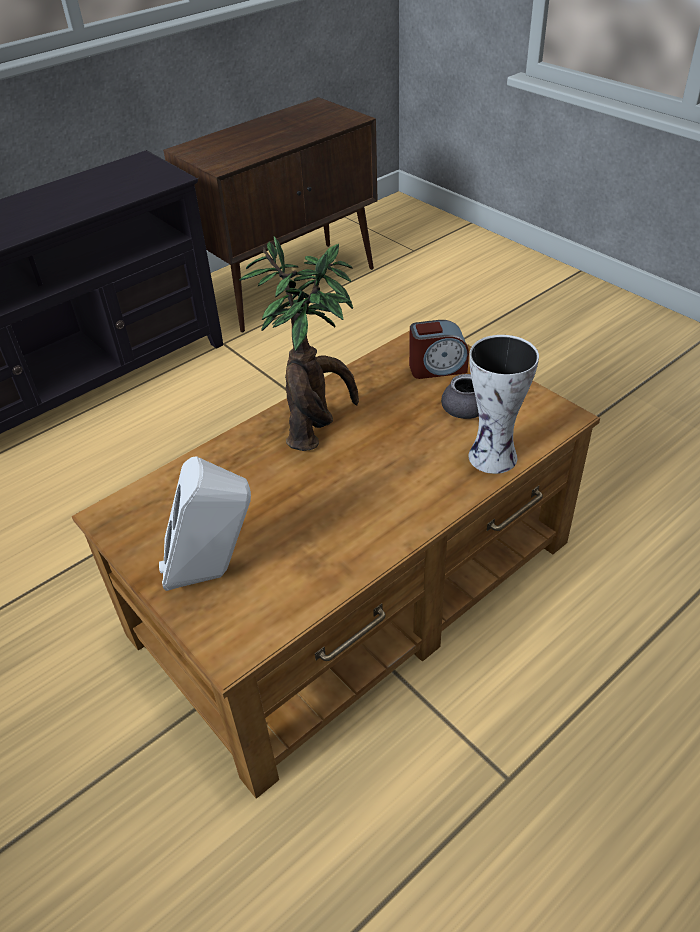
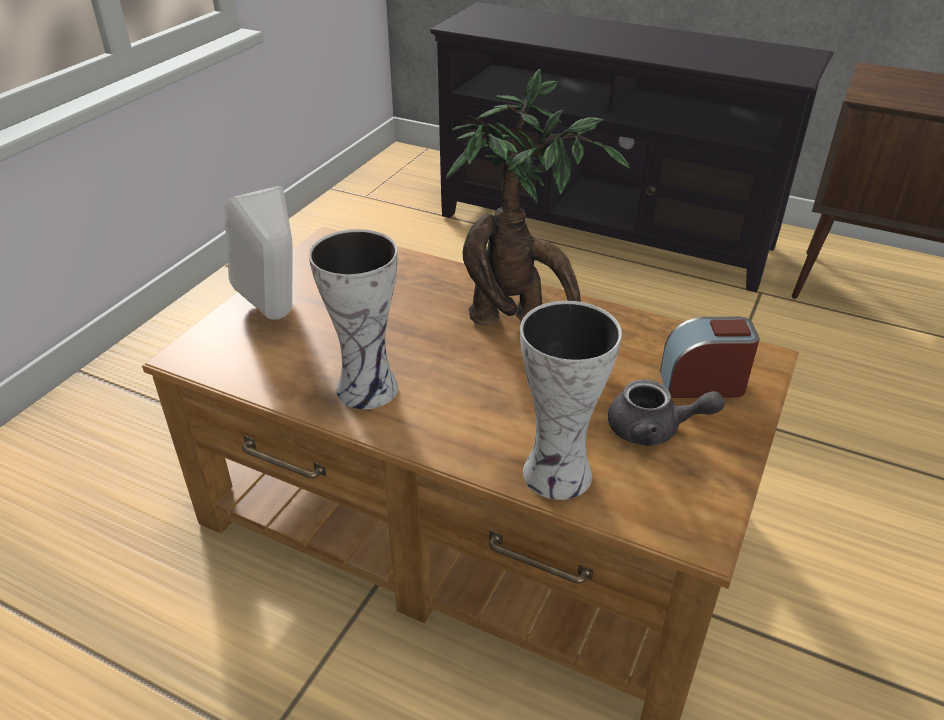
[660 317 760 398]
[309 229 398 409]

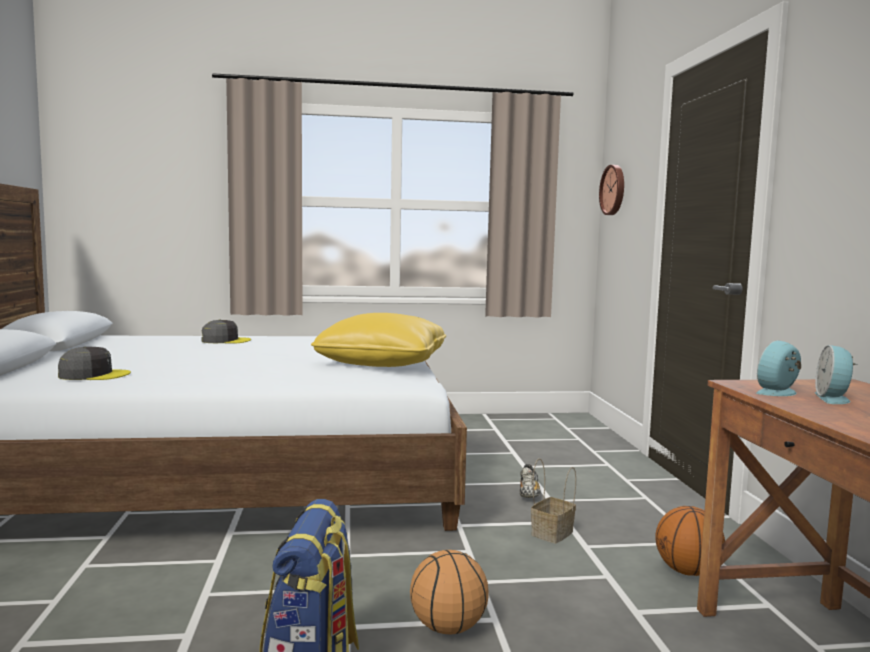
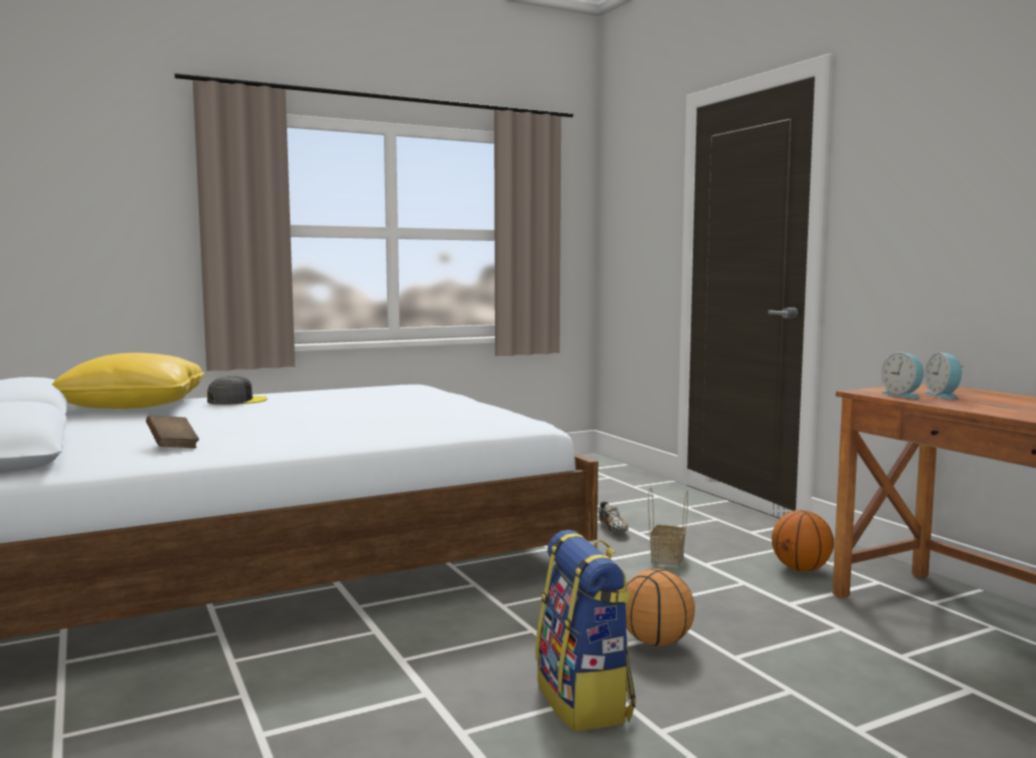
[599 165 624 215] (first image)
[52 353 204 409]
[881 352 924 399]
[146 416 199 448]

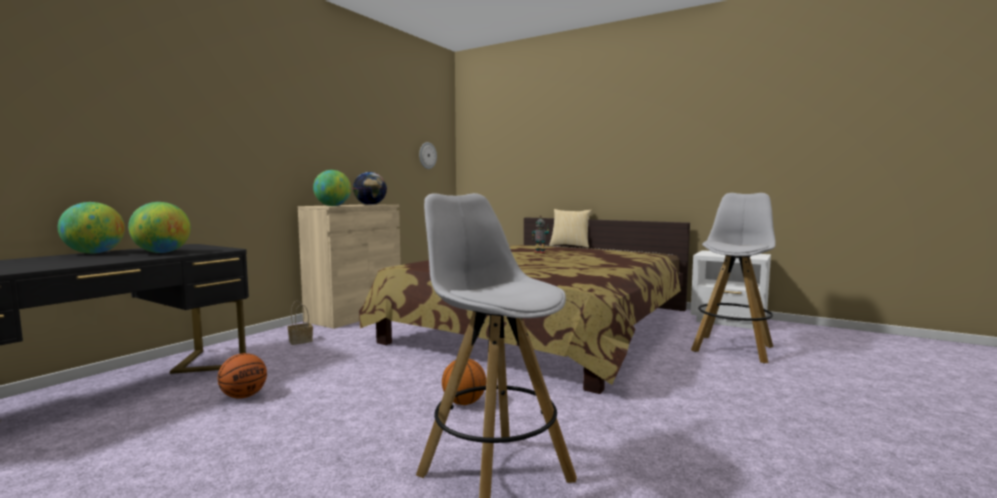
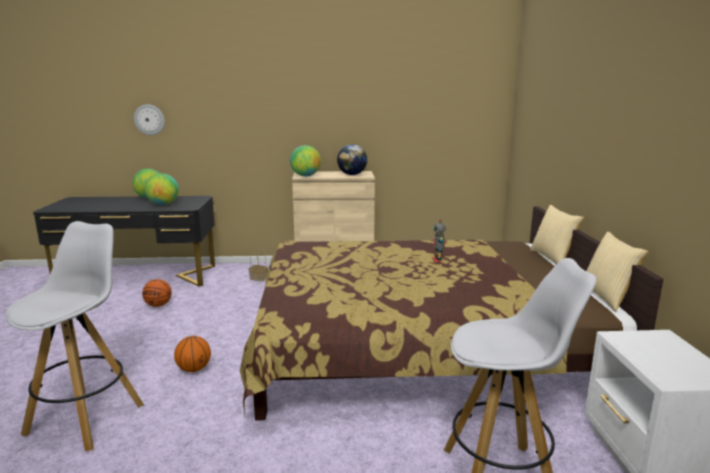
[134 104 165 135]
[587 232 649 311]

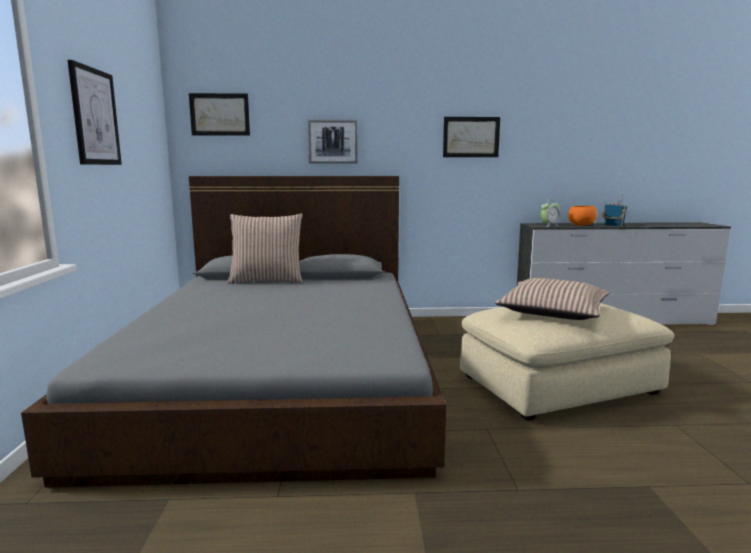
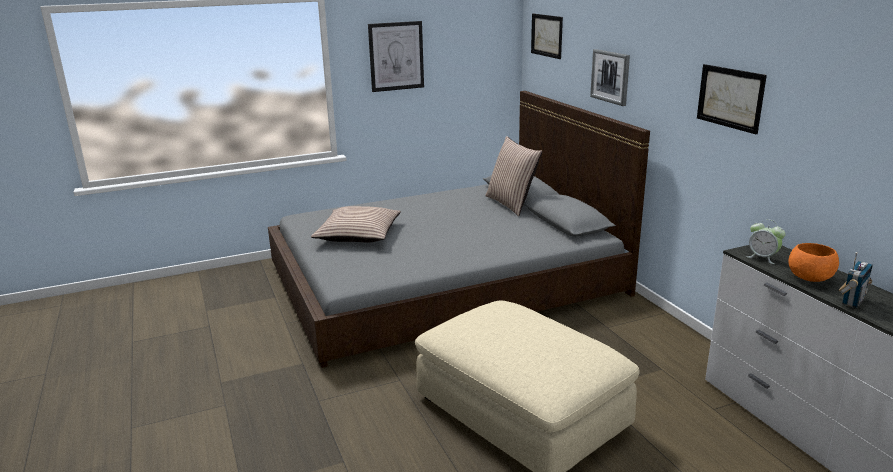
[311 206 401 242]

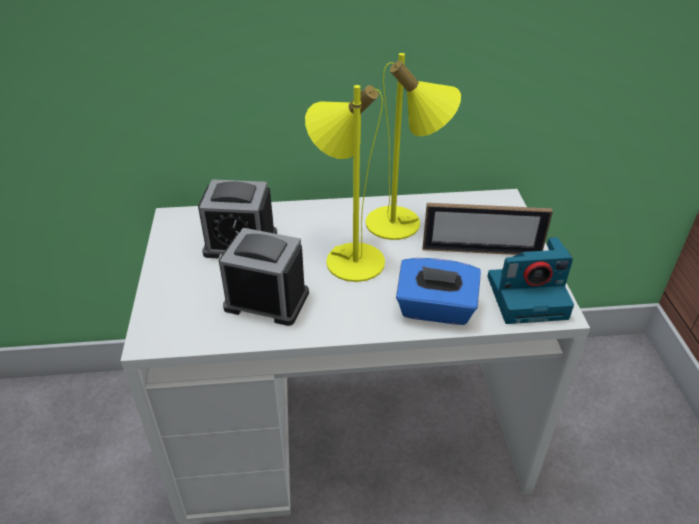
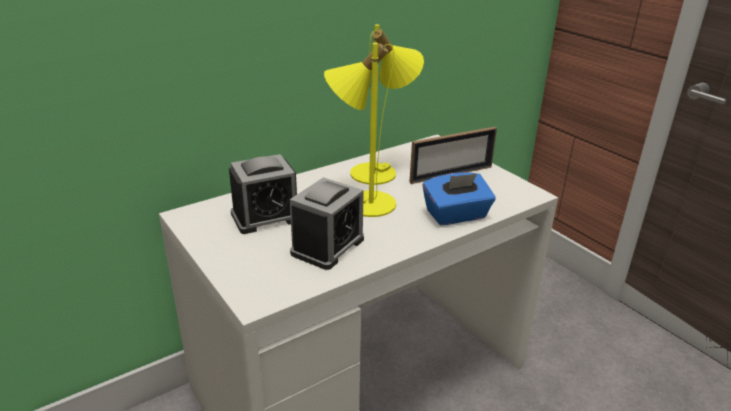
[290 177 364 270]
[488 237 574 324] (first image)

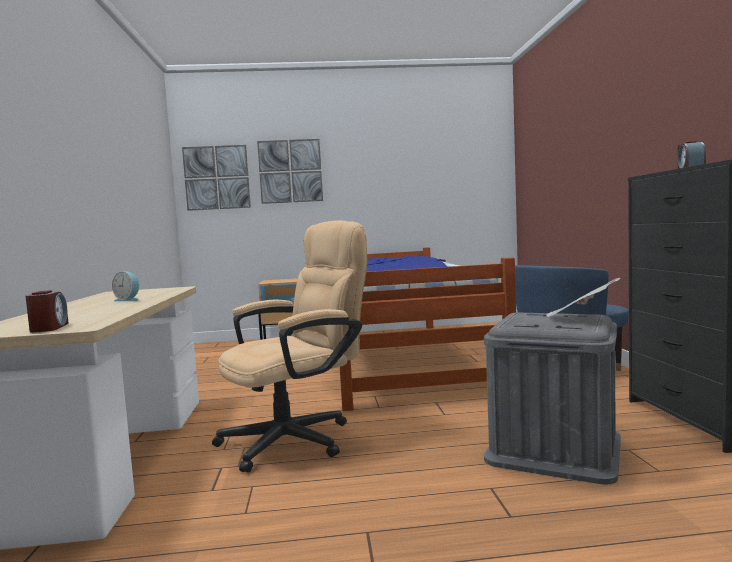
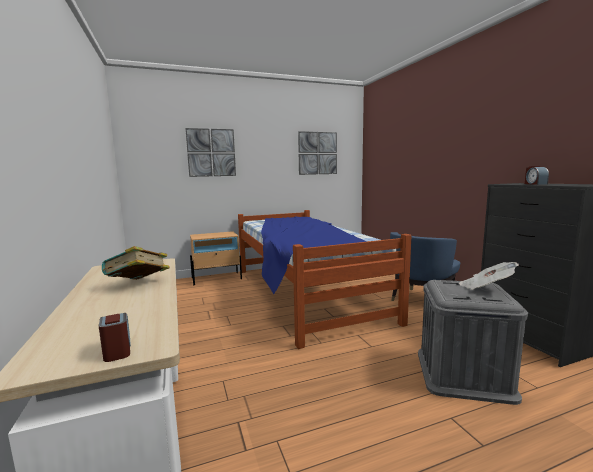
[298 131 337 175]
[212 220 367 473] (first image)
[102 246 170 280]

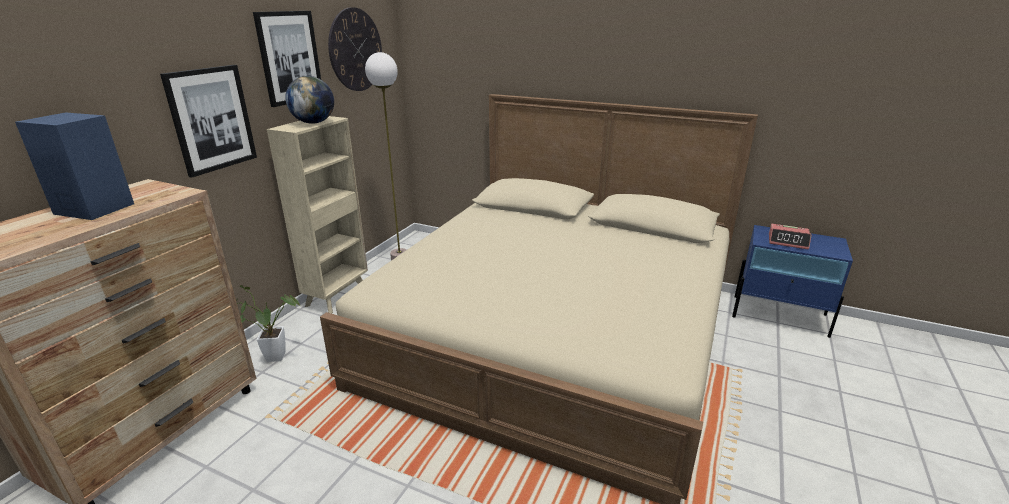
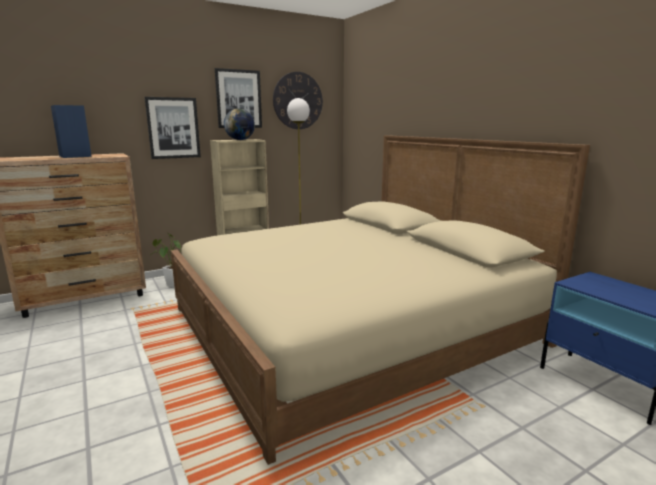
[769 224 812 250] (first image)

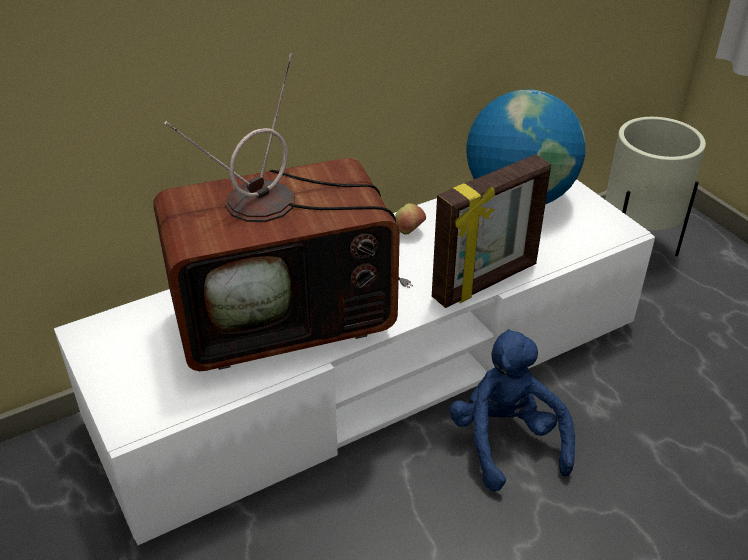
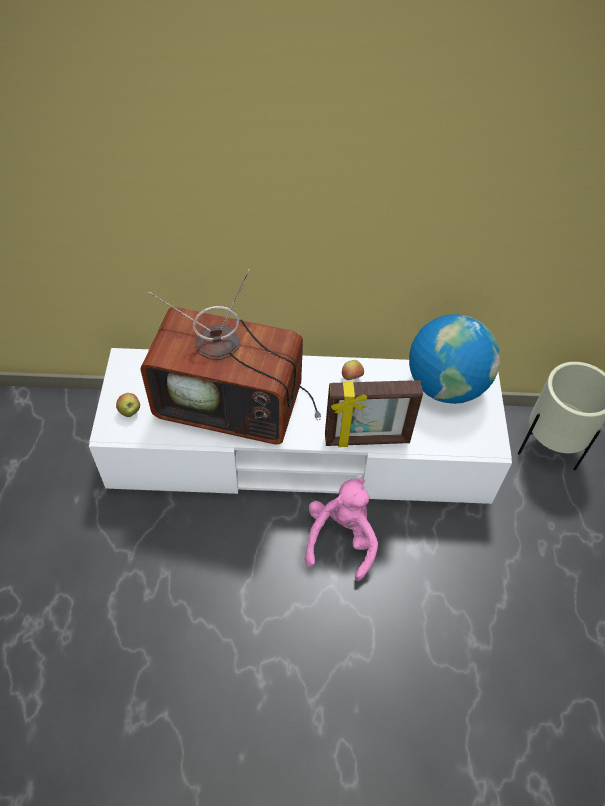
[305 477 378 581]
[116 393 140 417]

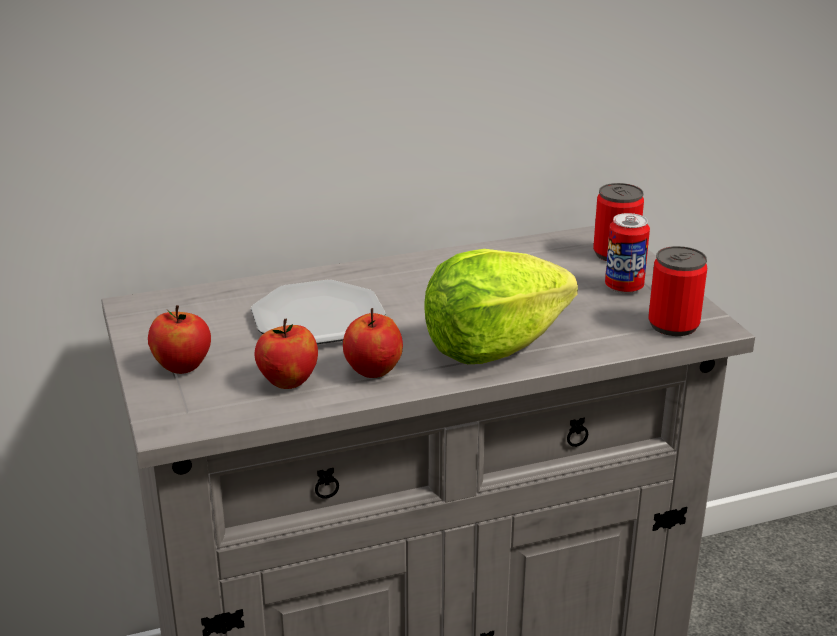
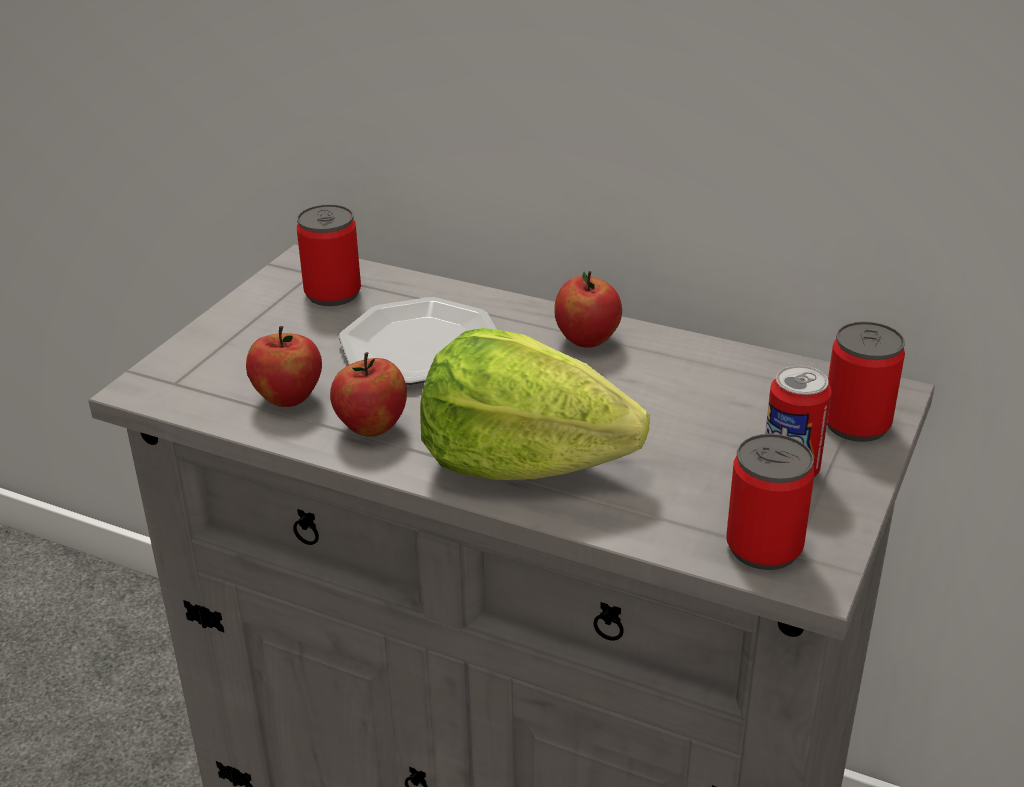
[554 271 622 348]
[297 204 361 306]

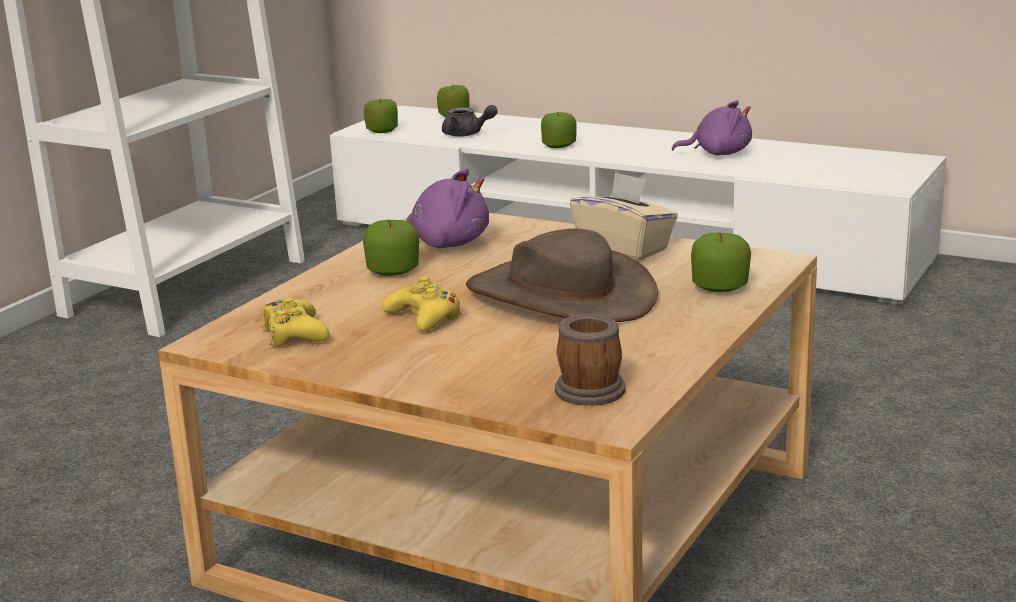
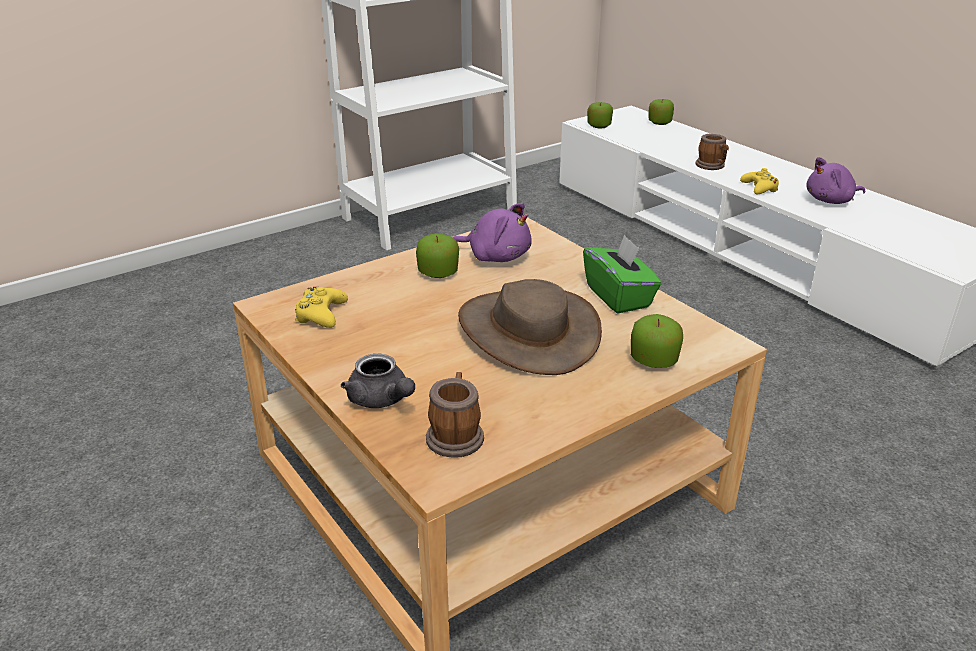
[807 157 865 204]
[341 354 415 408]
[695 134 729 170]
[583 234 662 313]
[740 168 779 194]

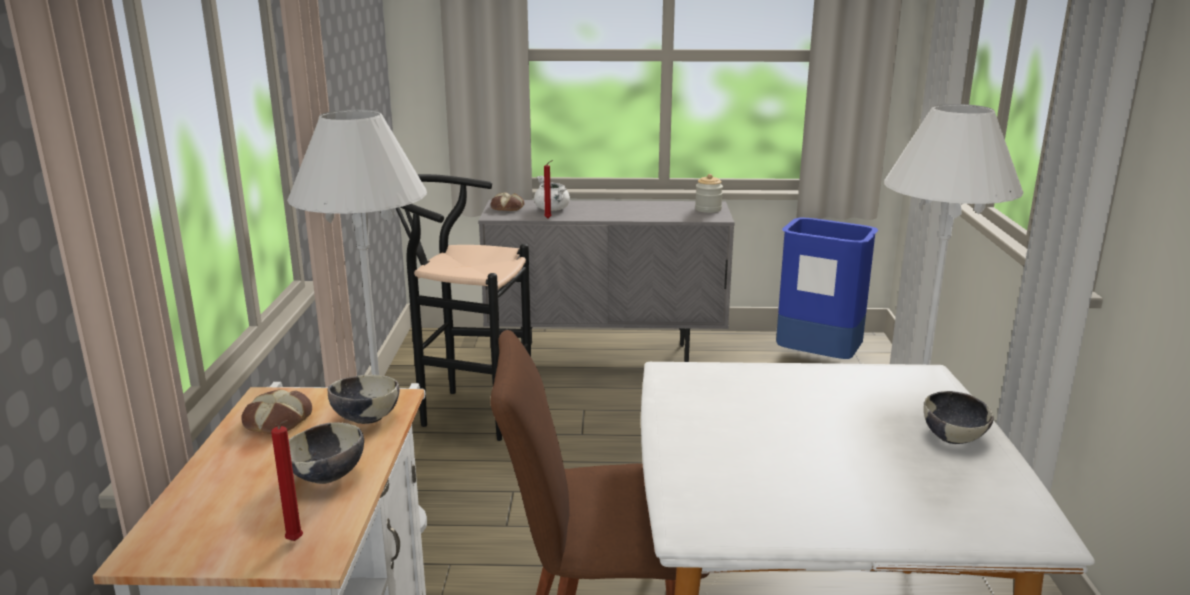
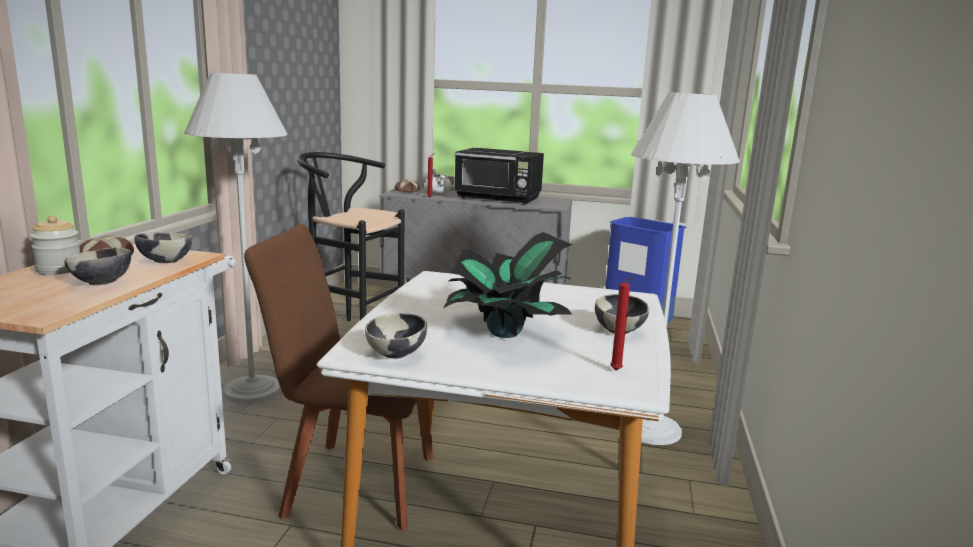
[30 215 80 275]
[610 276 635 370]
[454 148 544 204]
[443 232 573 338]
[365 313 427 359]

